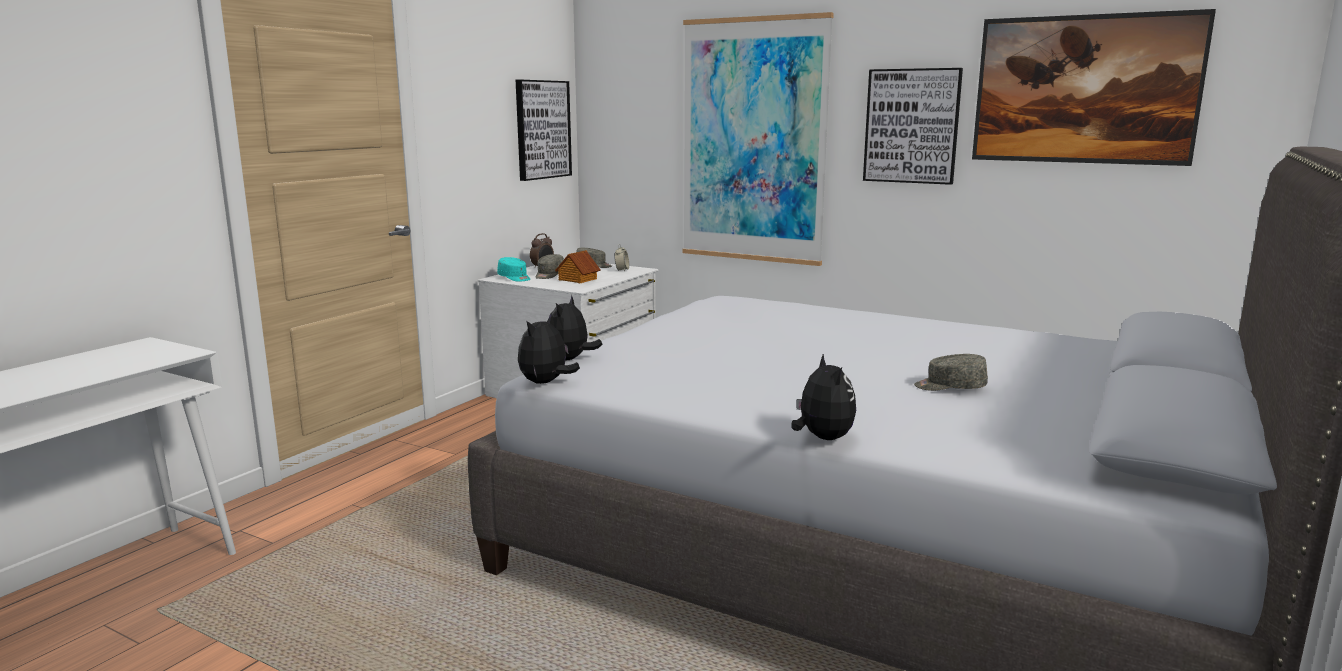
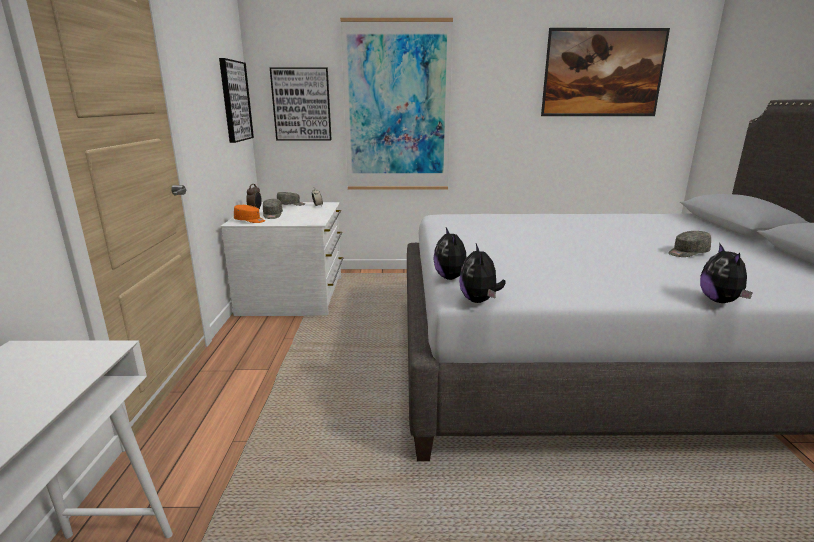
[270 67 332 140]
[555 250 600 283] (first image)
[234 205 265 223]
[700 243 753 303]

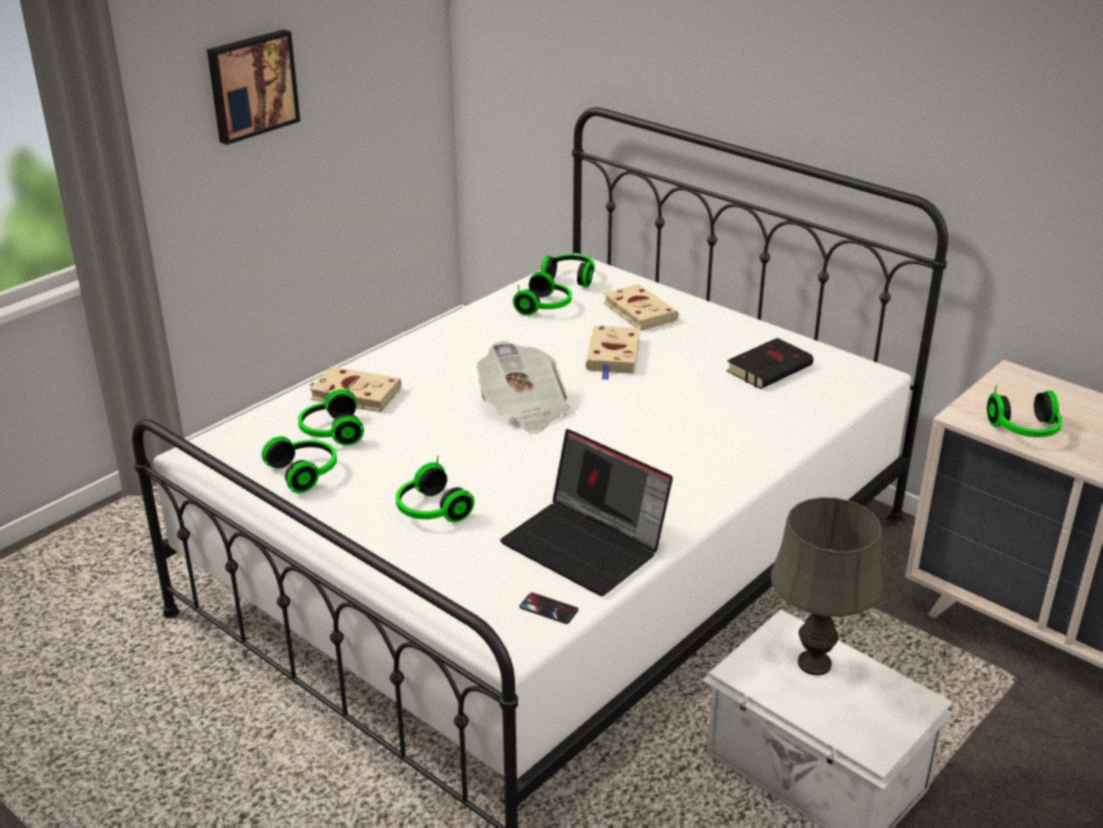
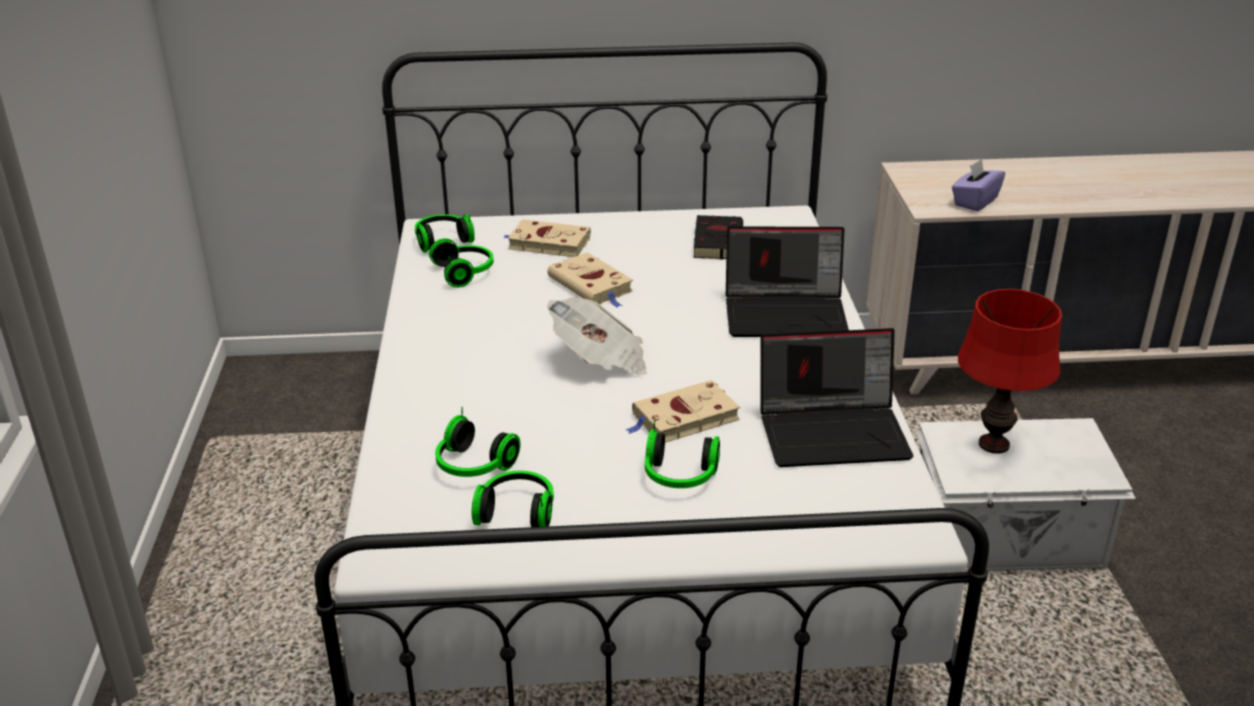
[207 29 300 145] (first image)
[626 380 740 442]
[952 159 1005 211]
[958 289 1062 454]
[519 593 579 624] (first image)
[726 226 849 337]

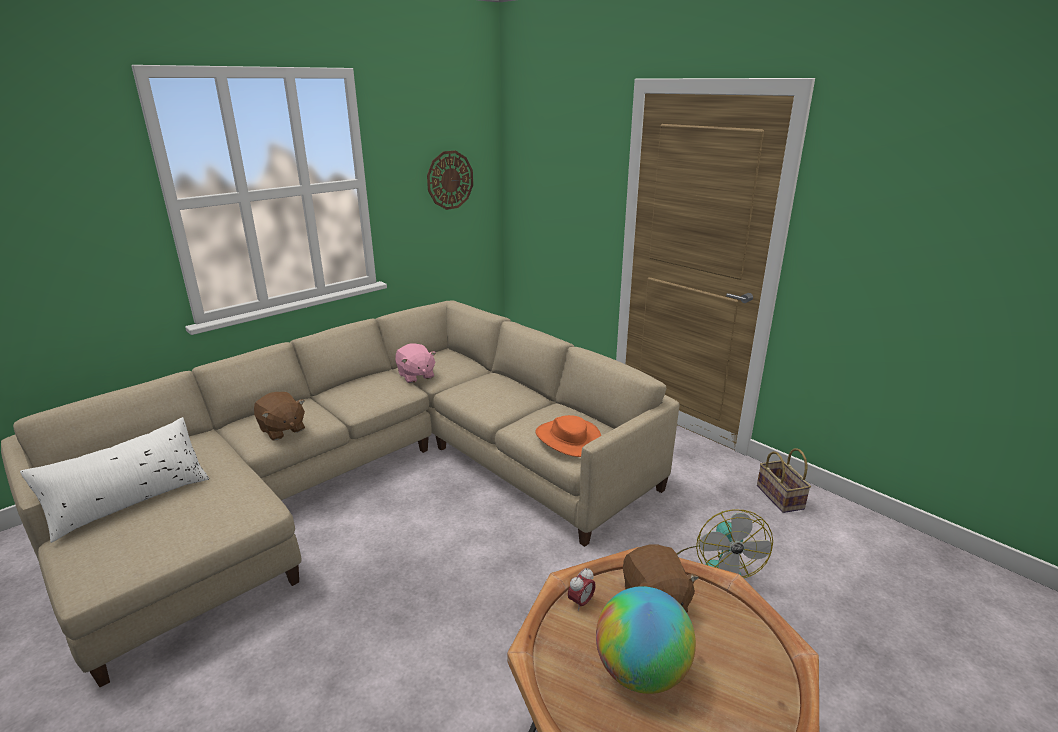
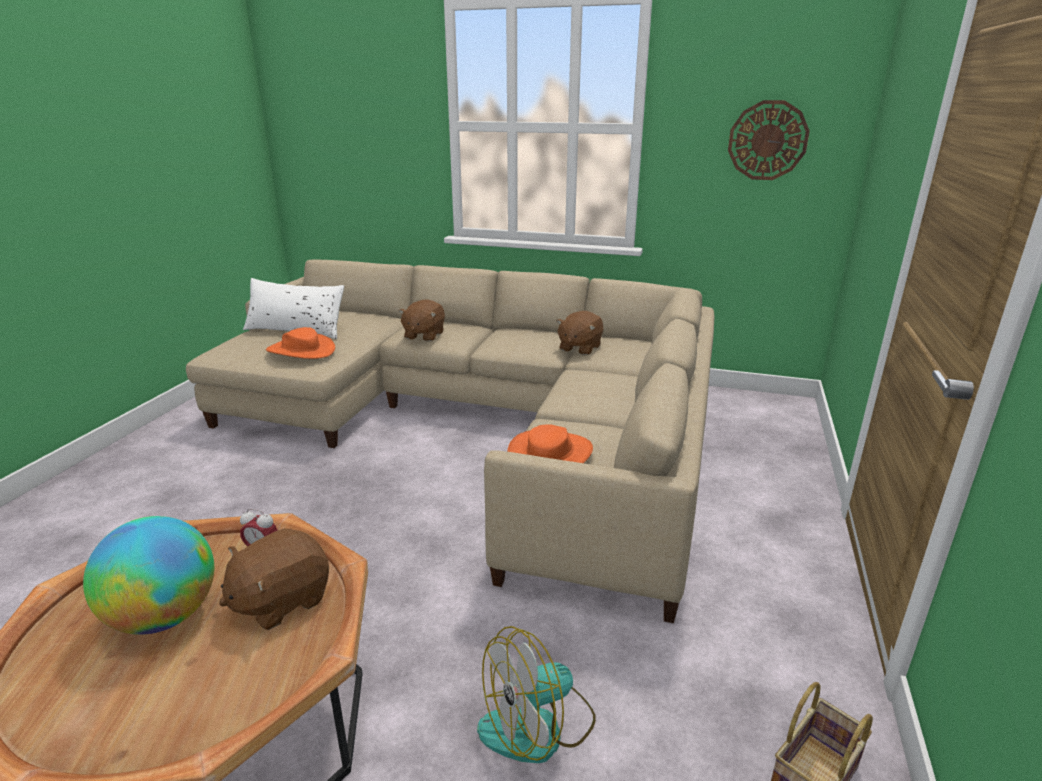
[556 311 603 355]
[266 327 335 359]

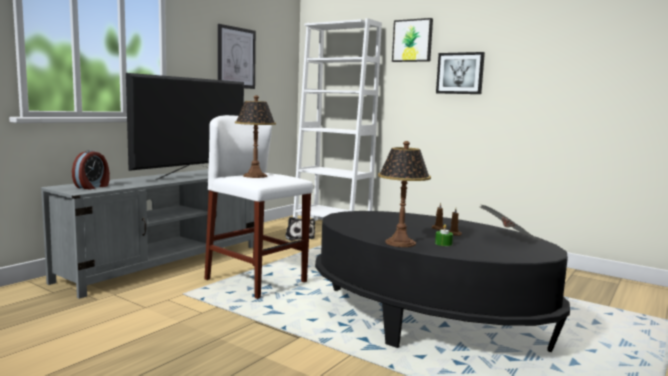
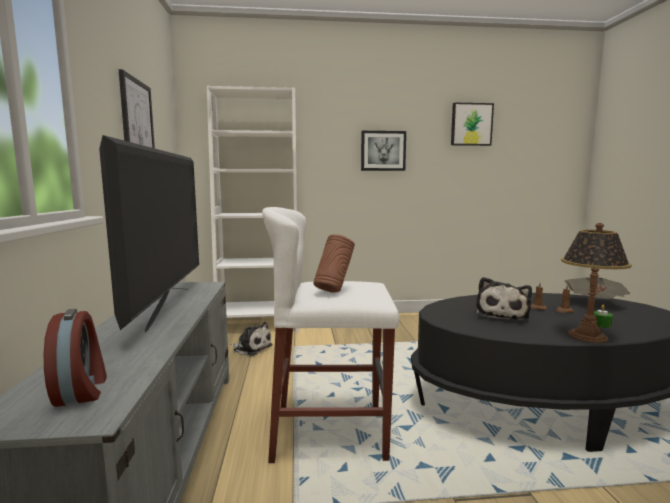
[451 103 494 146]
[314 234 355 293]
[476 277 532 321]

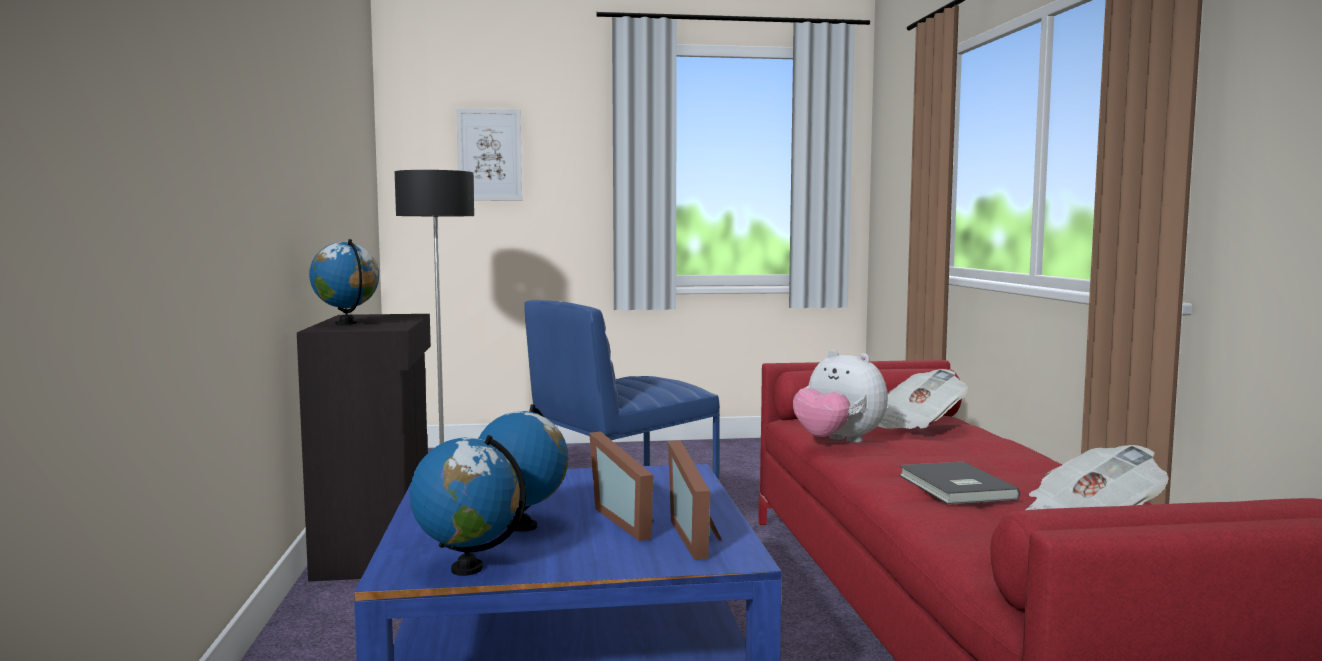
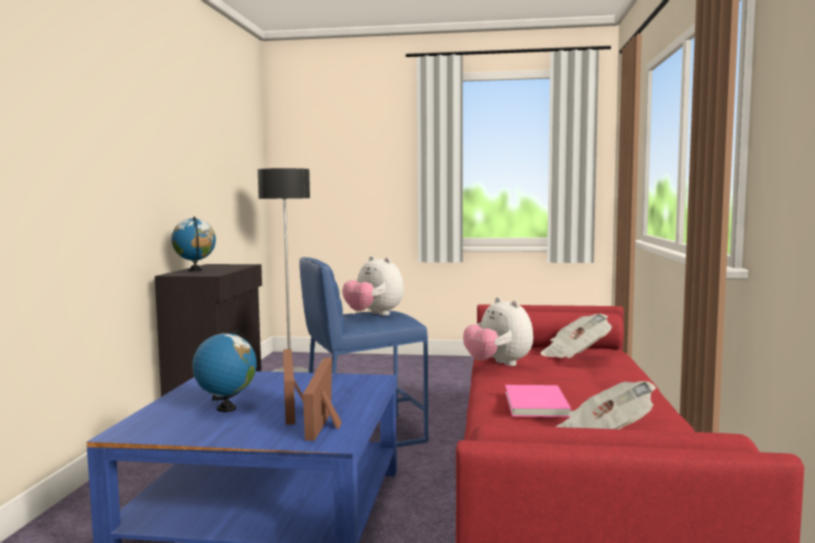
[456 108 522 201] (first image)
[409 435 526 576] (first image)
[505 385 572 417]
[342 256 404 316]

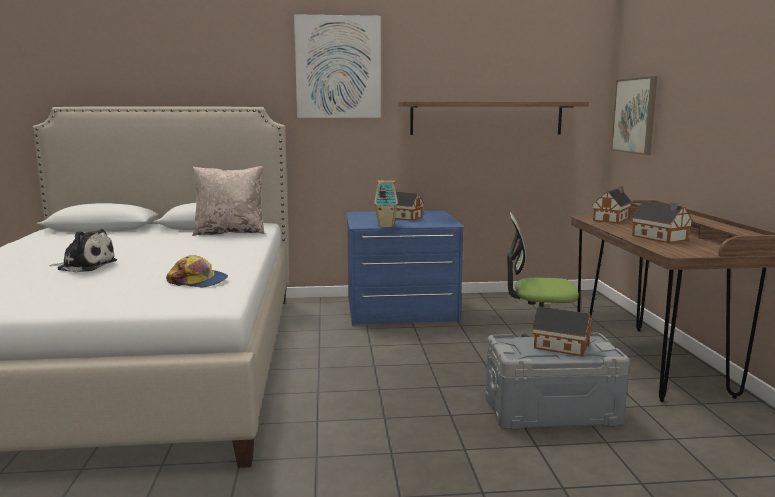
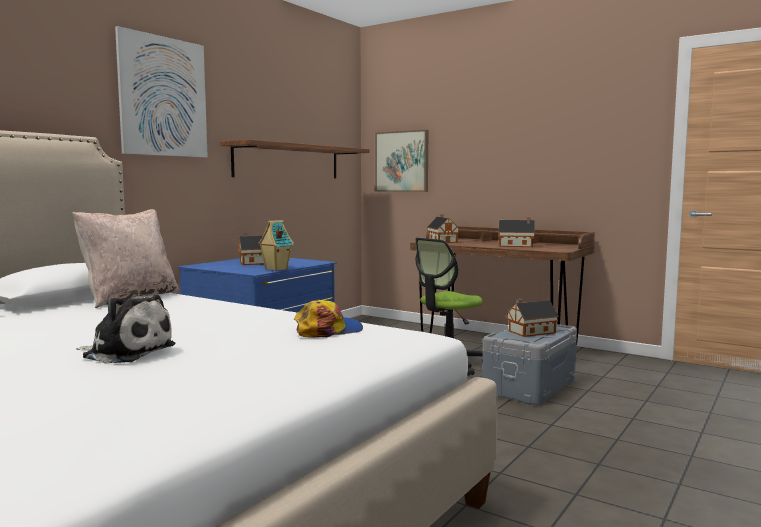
[76 295 175 364]

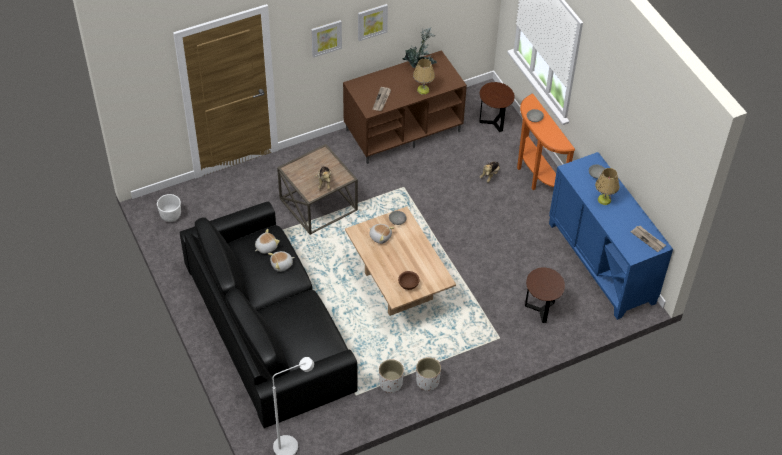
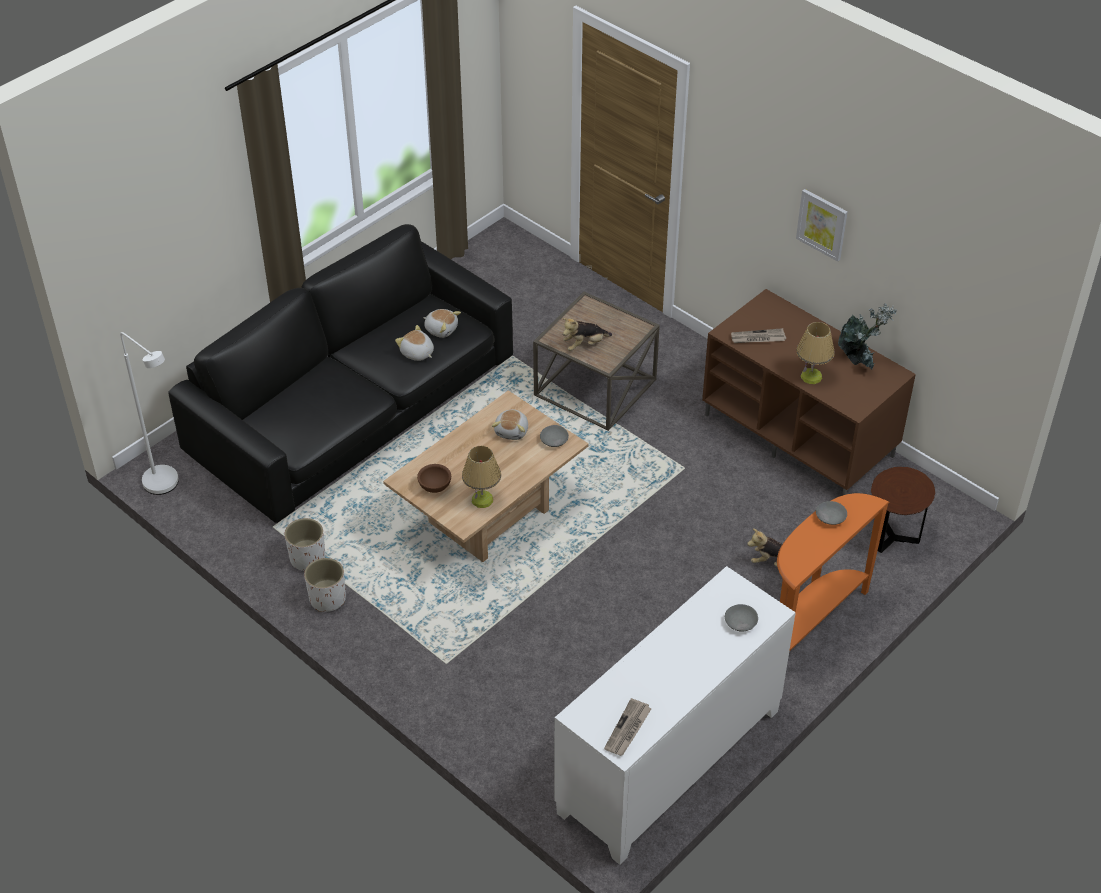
[311 20 342 58] (first image)
[554 566 796 865]
[462 446 501 508]
[157 194 181 222] (first image)
[525 267 565 323] (first image)

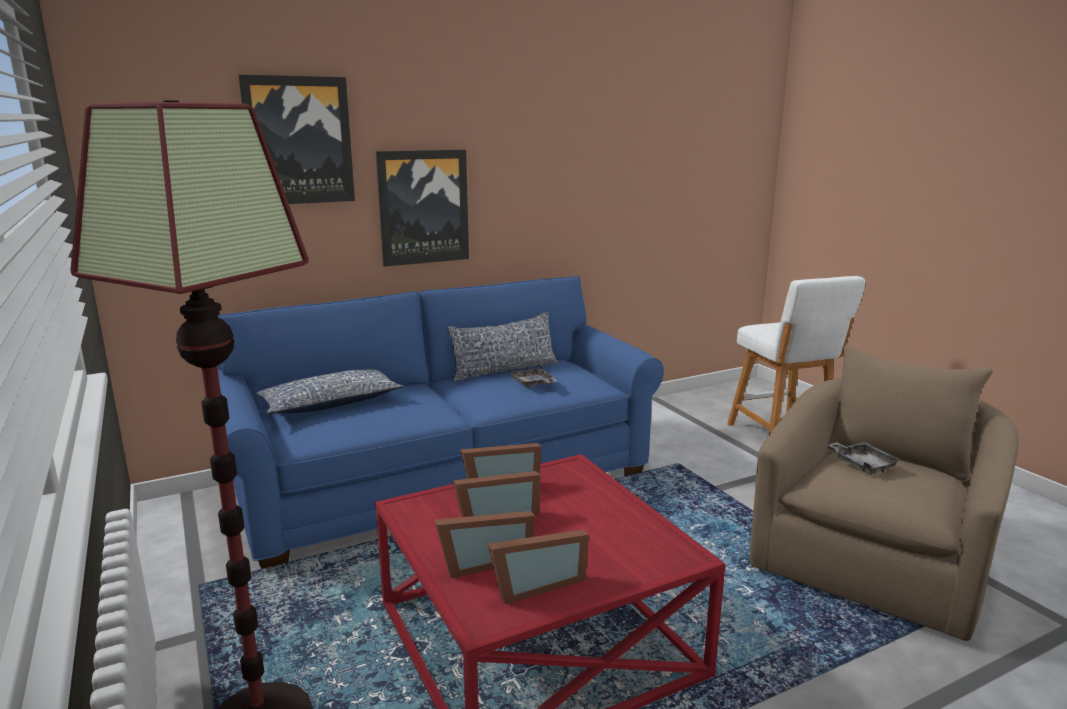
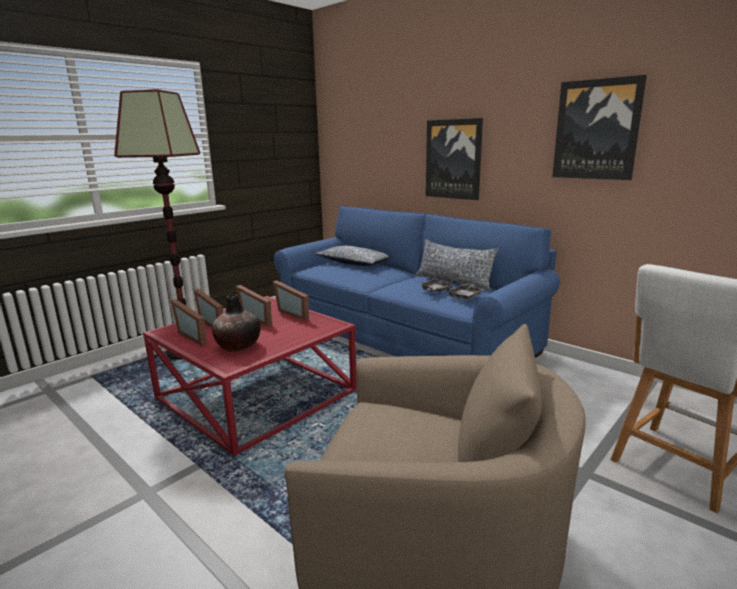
[552 75 647 180]
[446 283 484 300]
[212 294 261 351]

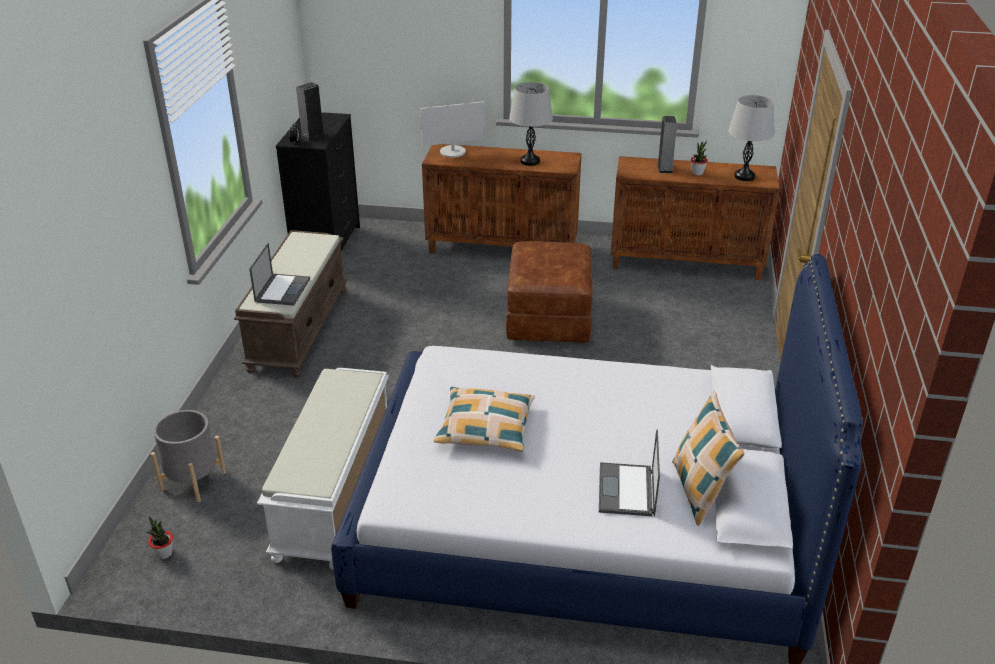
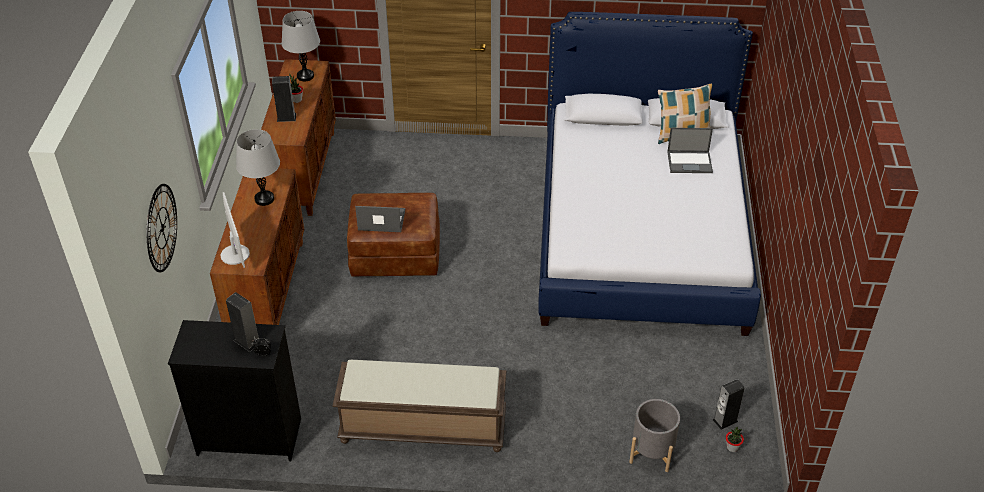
[355 206 405 232]
[257 368 389 570] (first image)
[434 387 535 452] (first image)
[147 184 177 272]
[713 379 745 430]

